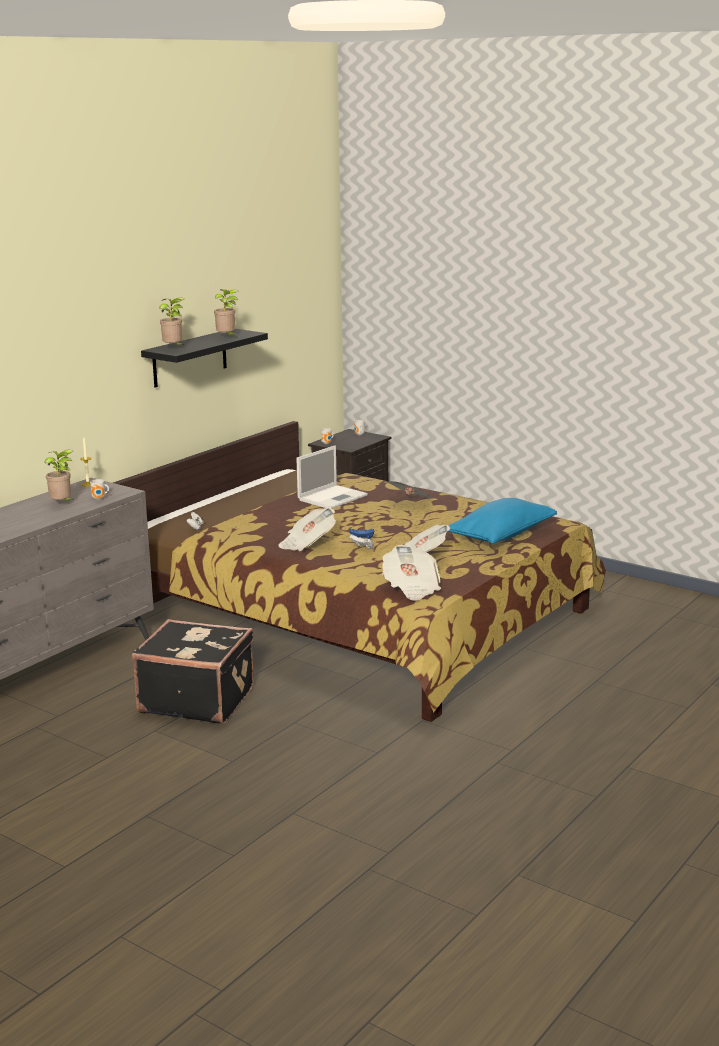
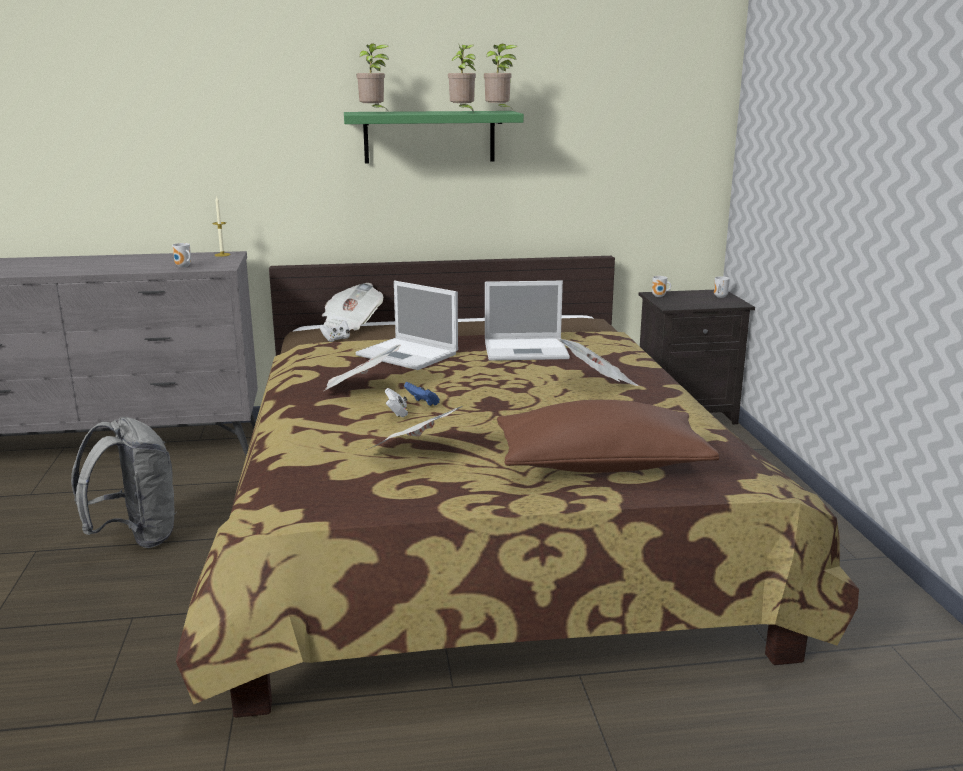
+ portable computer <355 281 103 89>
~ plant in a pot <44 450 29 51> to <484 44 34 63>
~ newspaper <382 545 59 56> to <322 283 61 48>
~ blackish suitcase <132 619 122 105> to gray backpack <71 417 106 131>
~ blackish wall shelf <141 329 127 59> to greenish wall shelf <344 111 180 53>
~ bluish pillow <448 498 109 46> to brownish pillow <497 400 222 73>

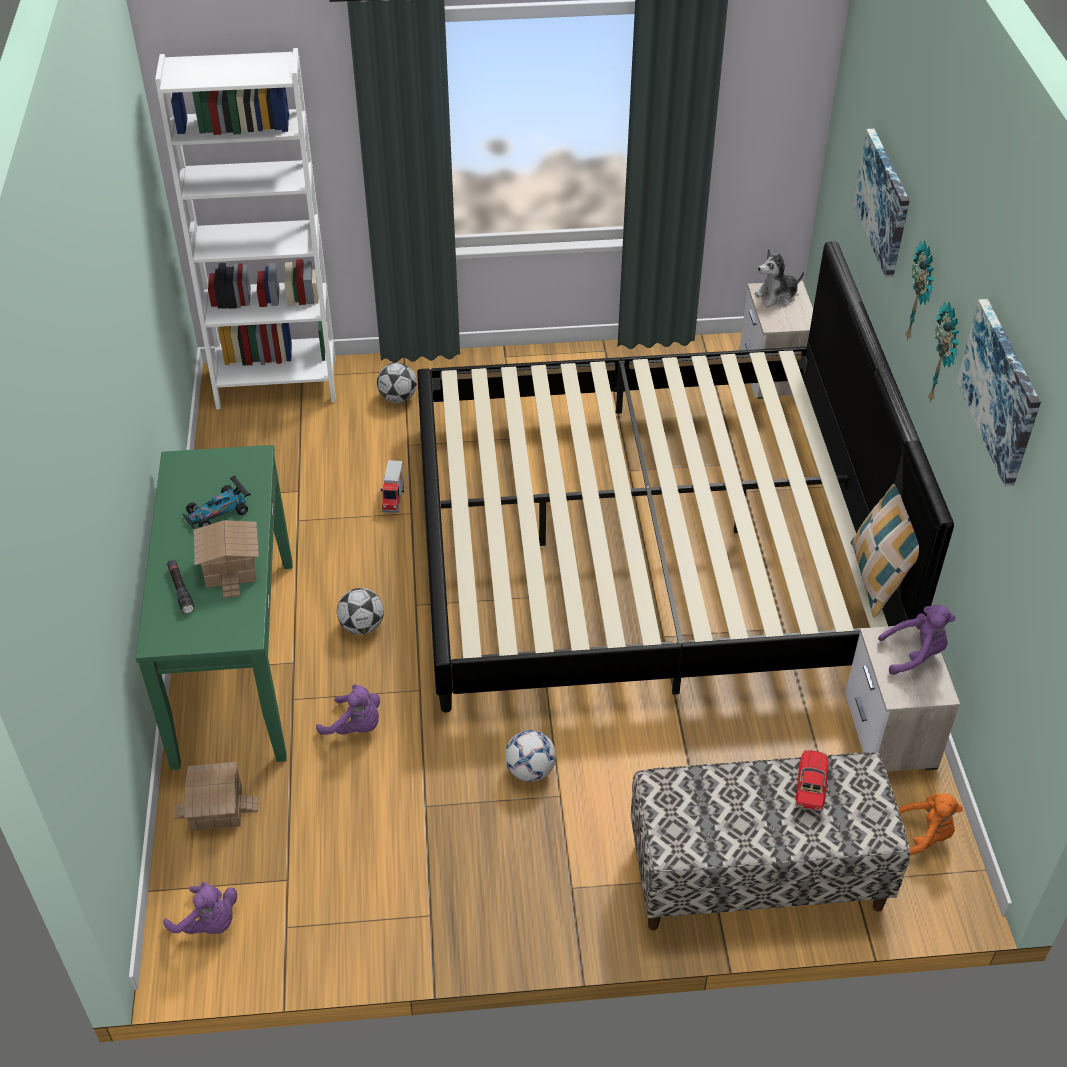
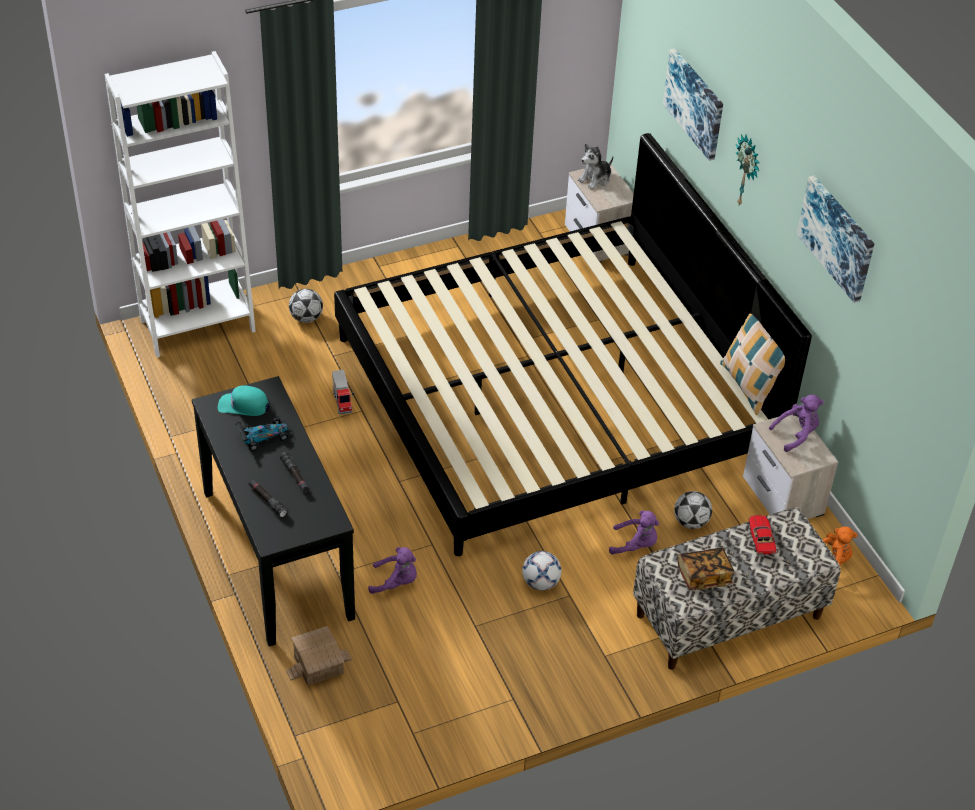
- wall clock <928 301 31 100>
+ blue-green baseball cap <218 386 51 30>
+ volume <678 547 56 43>
~ purple cuddly toy <164 882 73 52> to <609 510 50 45>
~ ball for football <337 588 47 47> to <674 491 38 38>
~ toy house <194 520 65 78> to blackish torch <280 452 29 41>
~ greenish console table <135 445 158 325> to blackish console table <192 376 163 271>
~ toy car <183 476 68 53> = <236 417 56 34> 150 degrees counterclockwise

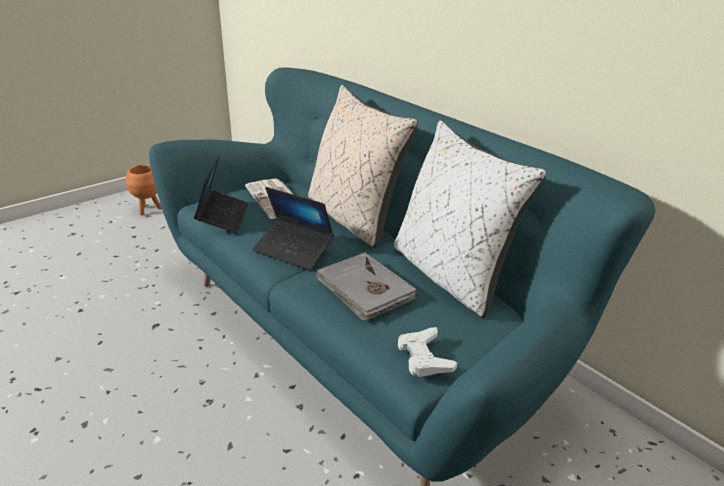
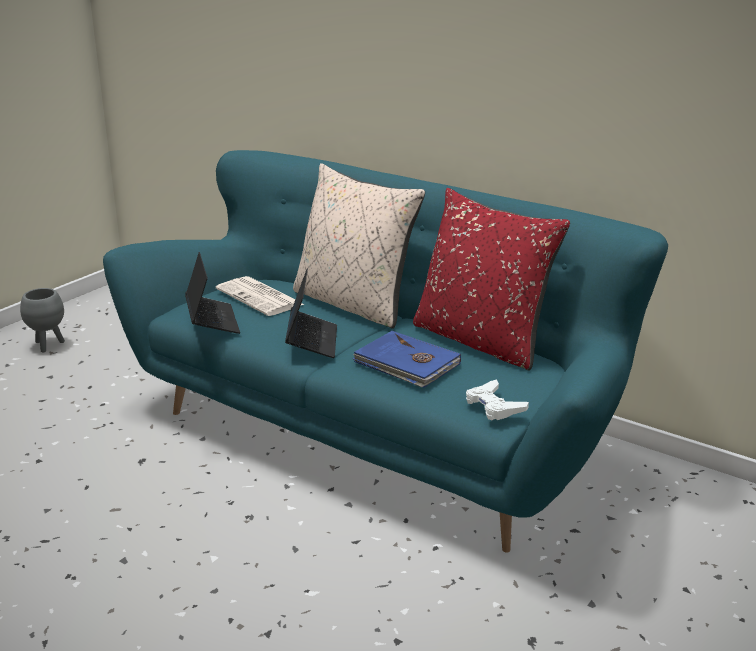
~ orange plant pot <126 165 35 50> to gray plant pot <20 288 45 65>
~ gray volume <316 253 101 68> to bluish volume <352 331 109 57>
~ white pillow <394 120 152 198> to red pillow <413 188 157 183>
~ portable computer <253 187 81 83> = <285 268 52 90> 105 degrees counterclockwise

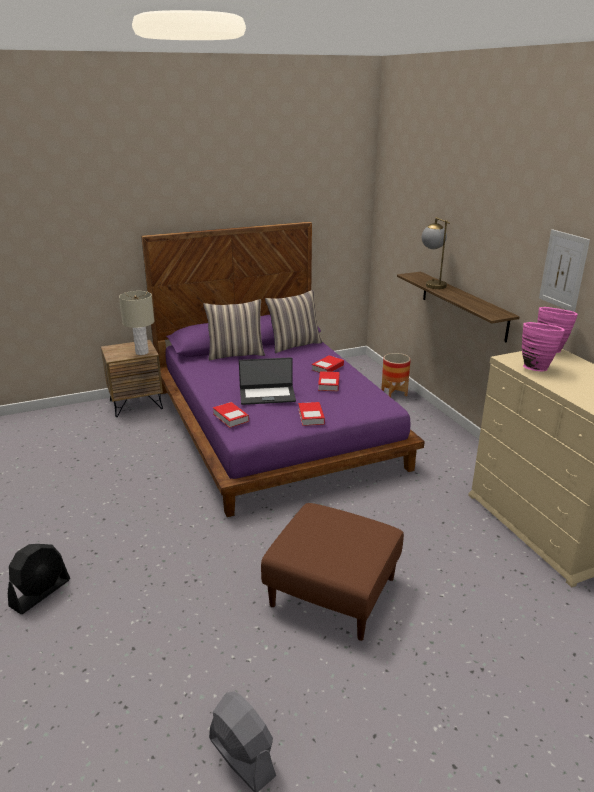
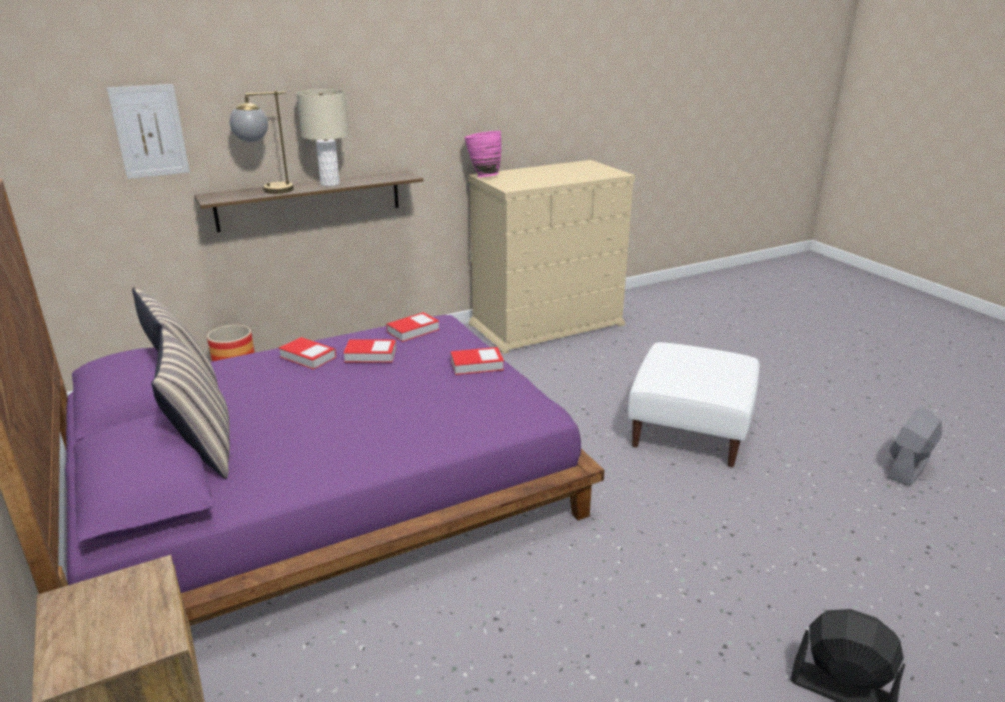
- portable computer <239 357 57 48>
- pinkish flower vase <522 322 43 49>
~ beige-coloured tabletop lamp <119 291 35 64> to <296 89 53 97>
~ volume <213 402 36 26> to <386 312 54 30>
~ picture <539 229 51 83> to <107 84 83 95>
~ brownish ottoman <261 503 143 138> to white ottoman <628 342 131 125>

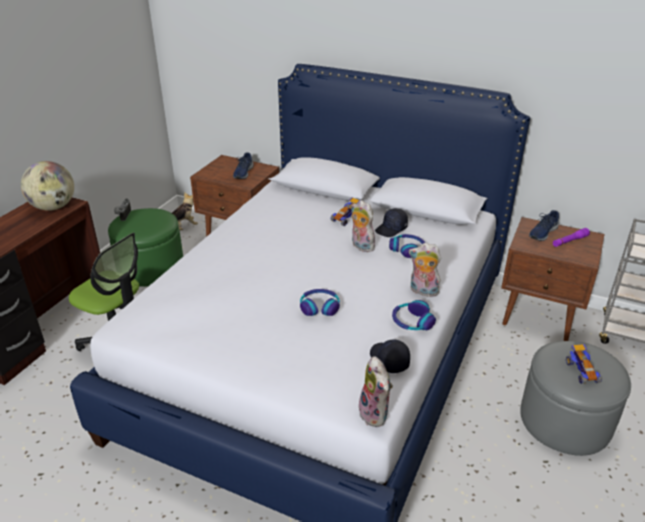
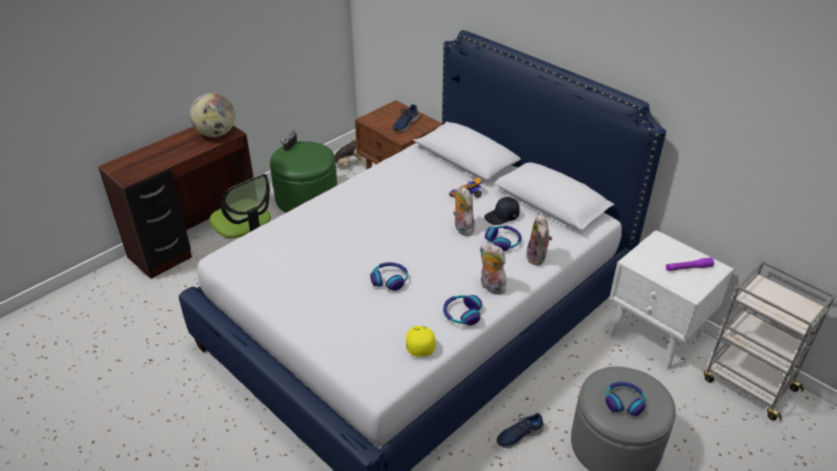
~ cuddly toy <359 356 34 71> to <525 213 27 52>
~ bluish item of footwear <529 210 30 31> to <496 413 49 35>
~ toy car <566 344 36 40> to pair of headphones <606 382 40 34>
~ blackish baseball cap <370 339 40 34> to yellowish baseball cap <406 326 30 31>
~ brownish nightstand <501 217 103 124> to white nightstand <609 230 125 140>

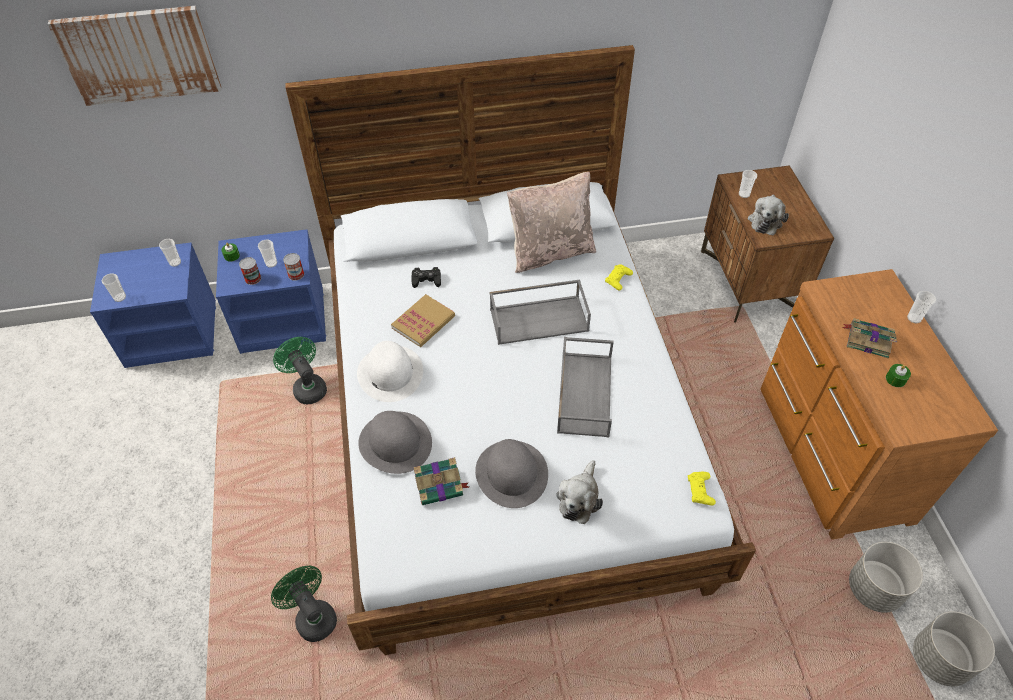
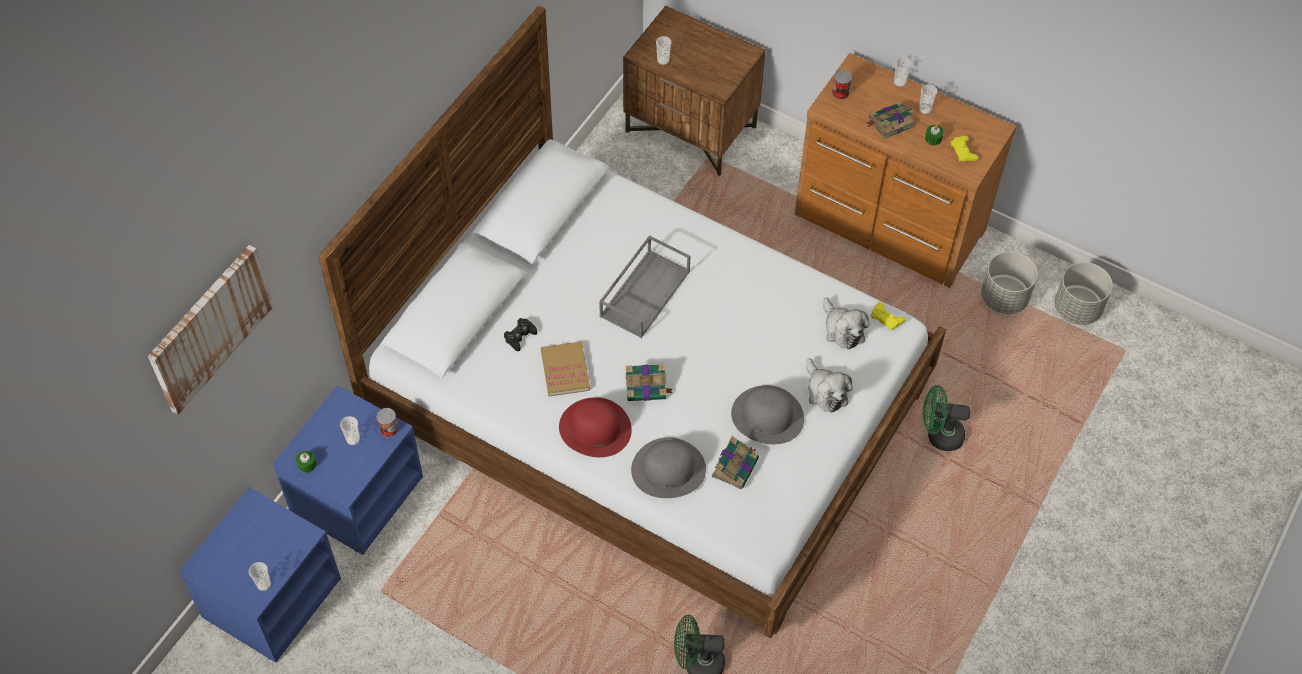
- beige-coloured pillow <507 172 89 101>
- gray carrying tray <557 337 57 101>
+ volume <626 364 47 37>
~ cup <159 239 22 28> to <919 84 19 30>
~ metal can <239 257 22 28> to <832 70 20 30>
~ greenish cooling fan <273 337 54 67> to <923 385 47 66>
~ yellowish game controller <605 264 28 27> to <951 136 28 26>
~ cuddly toy <748 195 41 40> to <823 298 46 52>
~ white hat <357 341 66 61> to red hat <559 397 73 60>

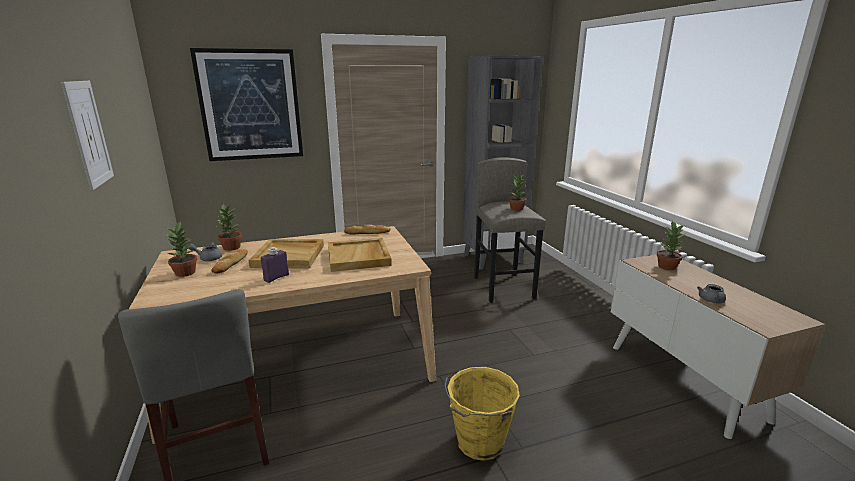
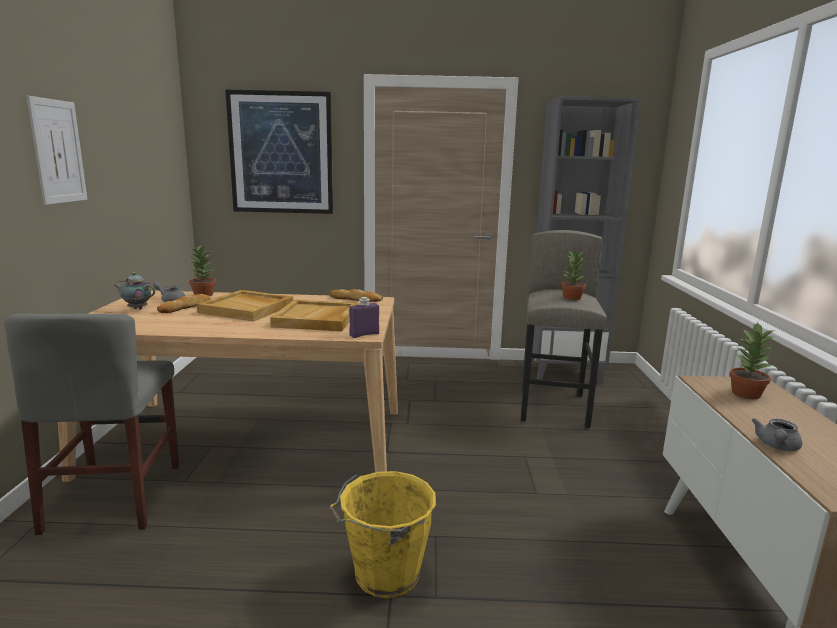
~ purple beverage bottle <261 247 28 36> to <349 297 30 41>
~ plant in a pot <165 221 32 56> to teapot <114 272 41 37>

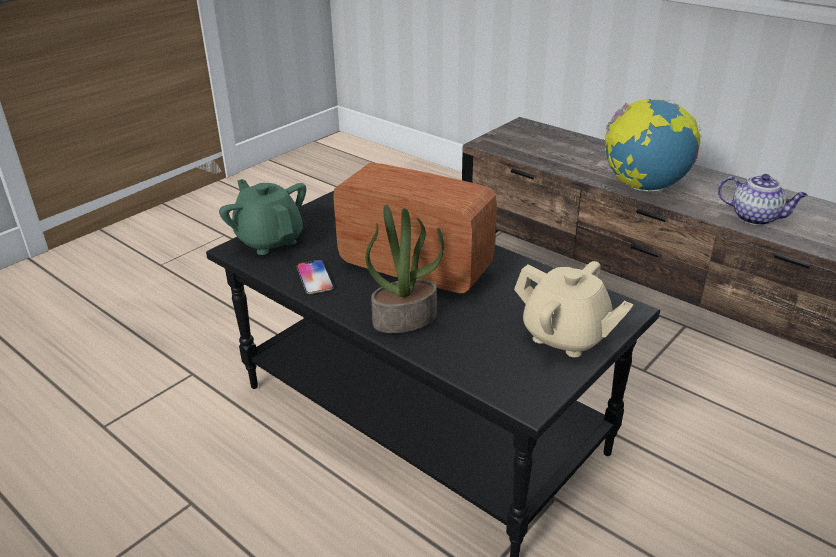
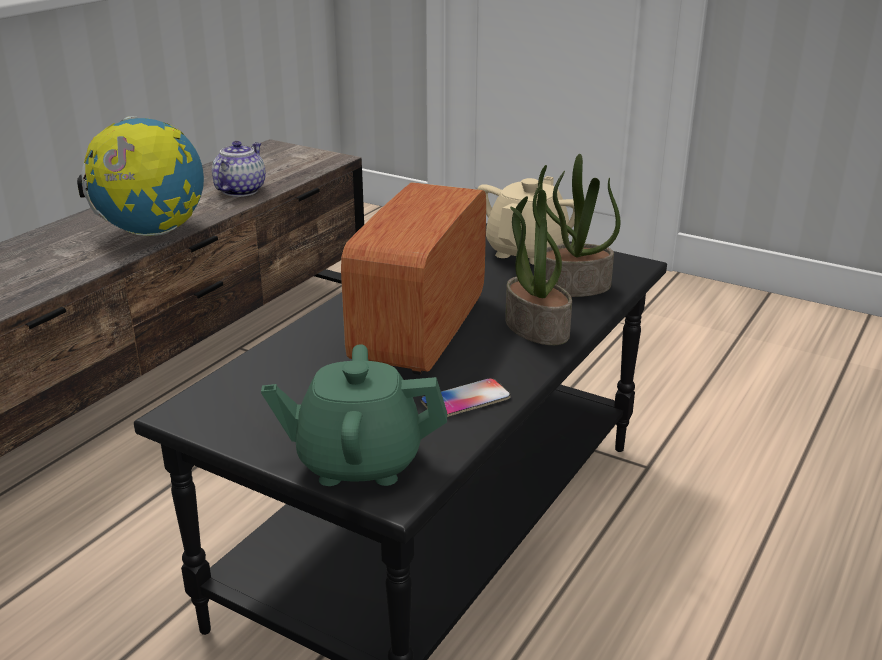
+ plant in a pot <538 154 82 143>
~ greenish teapot <219 179 87 76> = <261 344 186 142> 45 degrees clockwise

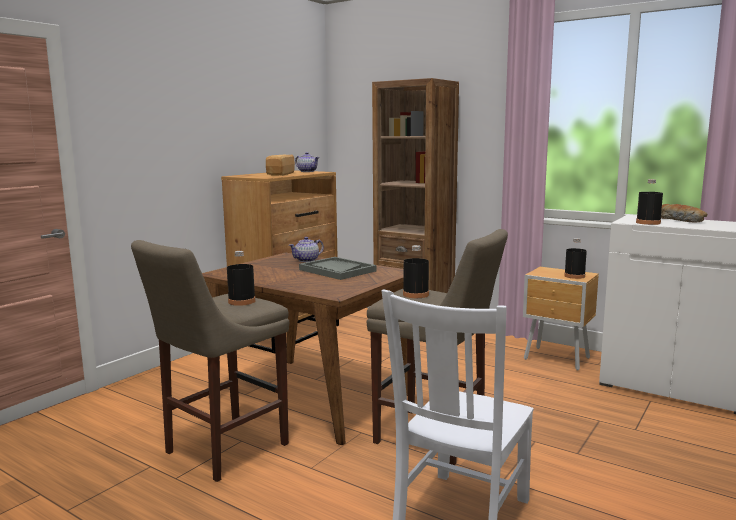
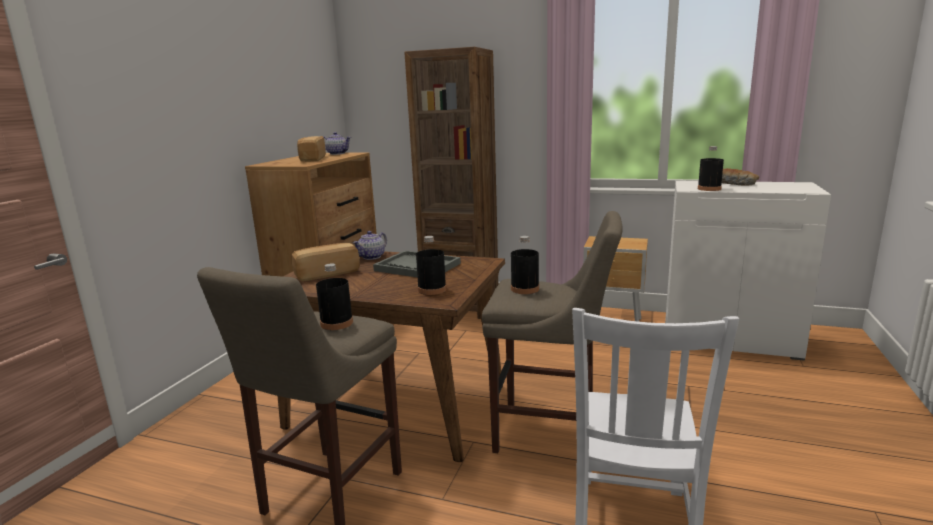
+ bread <291 243 69 38>
~ blackish beverage bottle <564 238 23 41> to <416 236 30 59>

